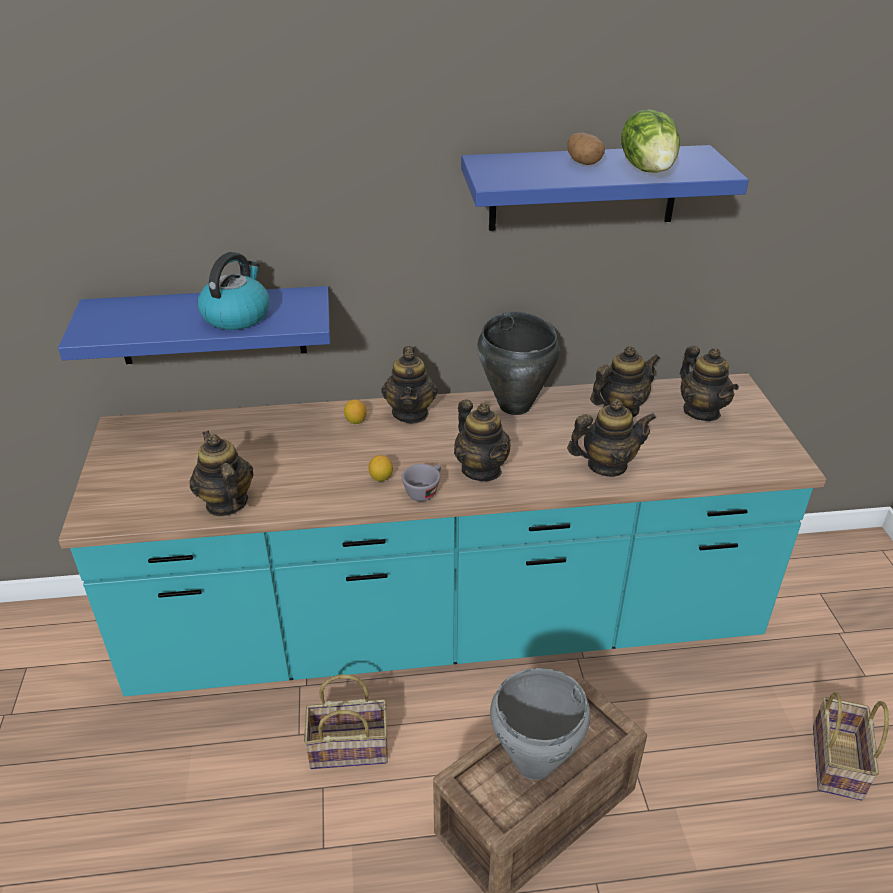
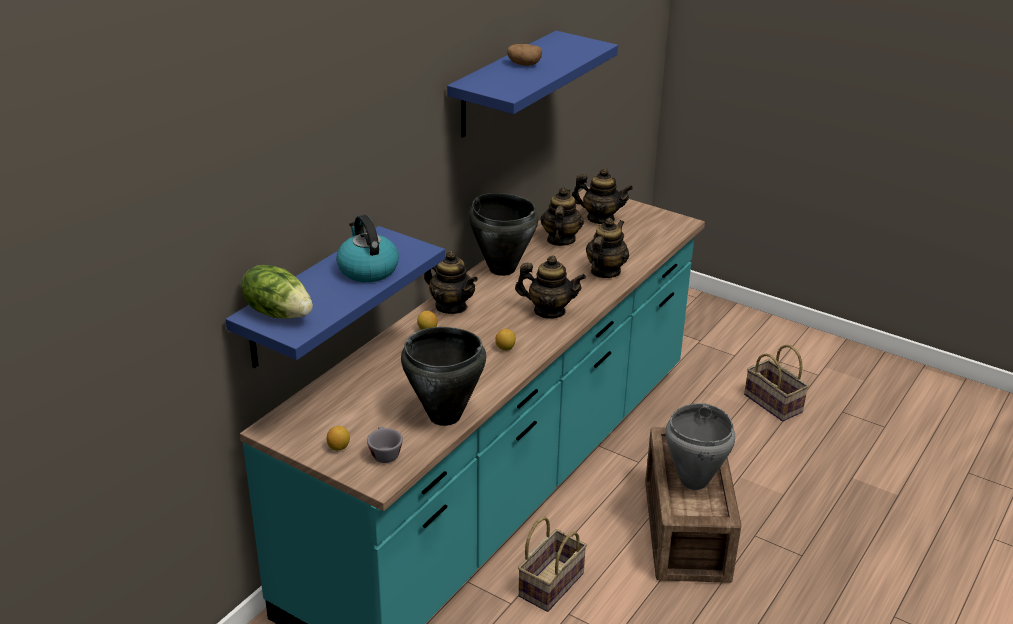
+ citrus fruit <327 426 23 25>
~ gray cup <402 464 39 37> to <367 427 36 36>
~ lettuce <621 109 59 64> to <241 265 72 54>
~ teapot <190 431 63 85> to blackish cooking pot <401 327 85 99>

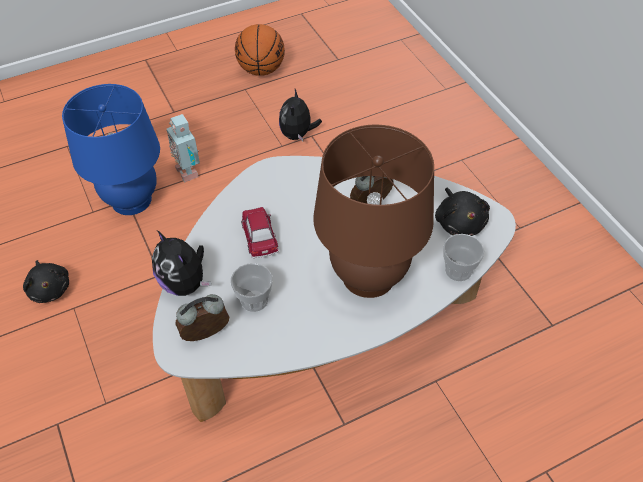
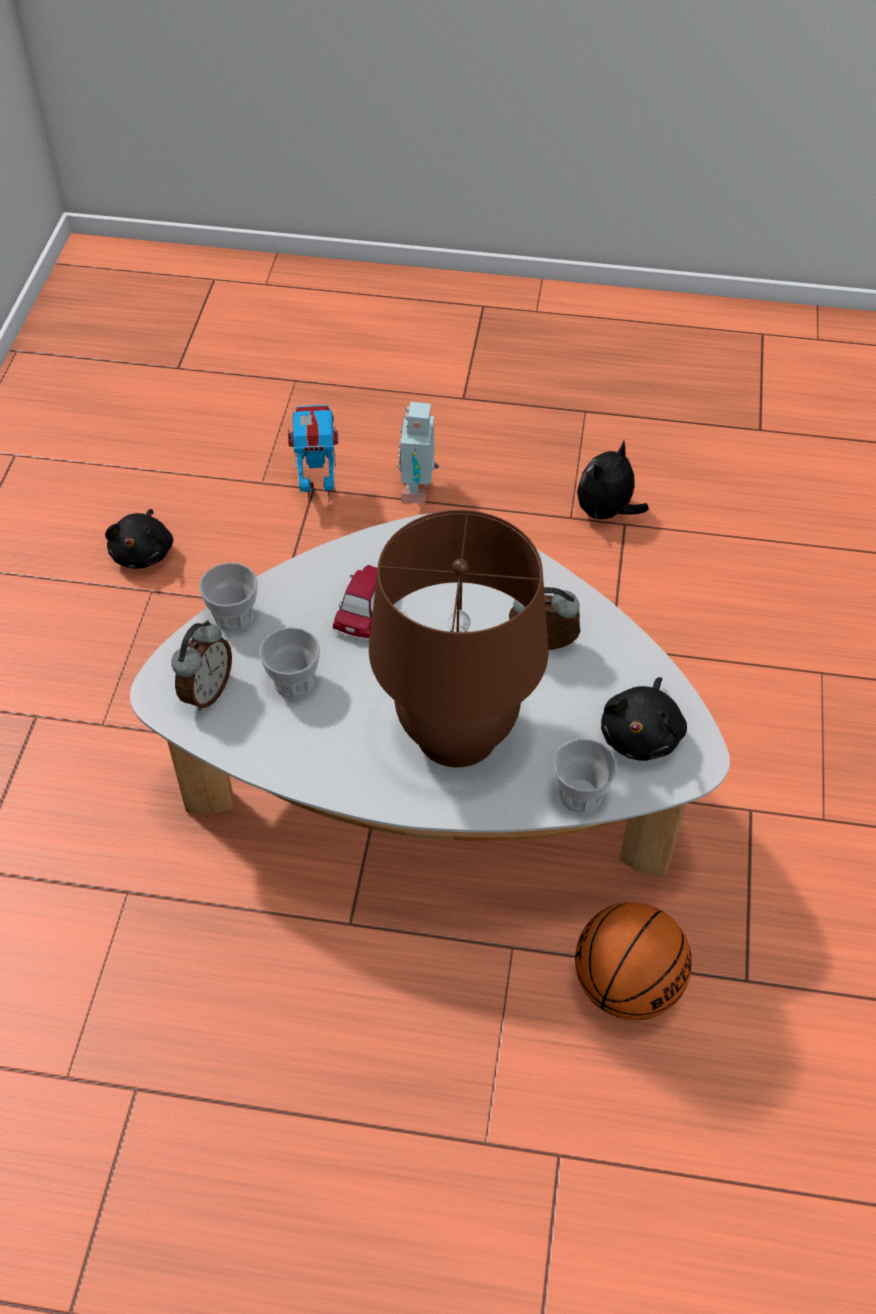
~ basketball ball <235 24 50 52> to <575 902 117 118>
~ bluish tabletop lamp <62 84 98 131> to robot figure <288 405 50 98>
~ cuddly toy <152 230 59 66> to cup <199 562 59 70>
~ table clock <176 294 53 47> = <171 620 61 91> 105 degrees clockwise

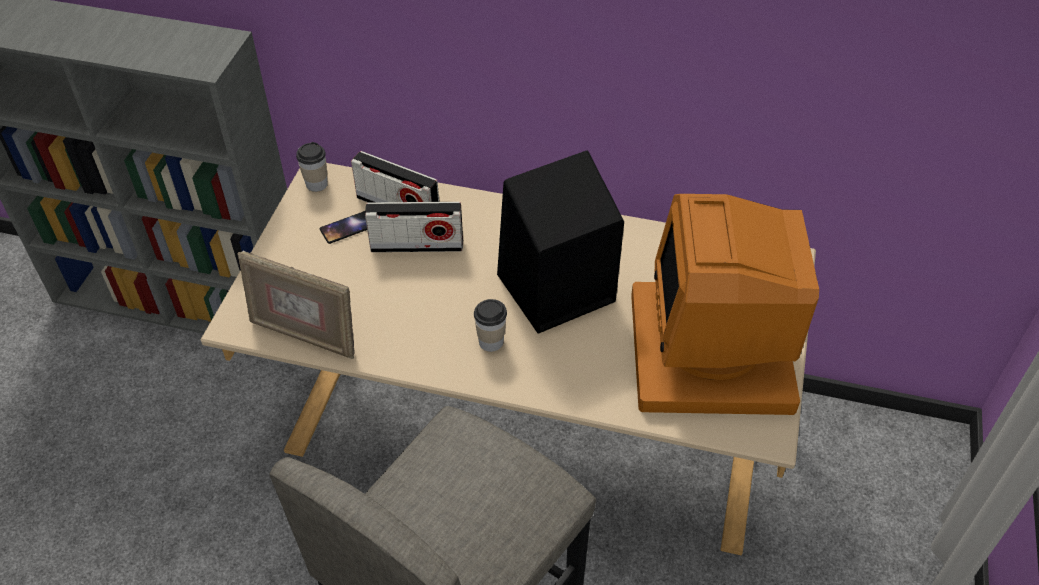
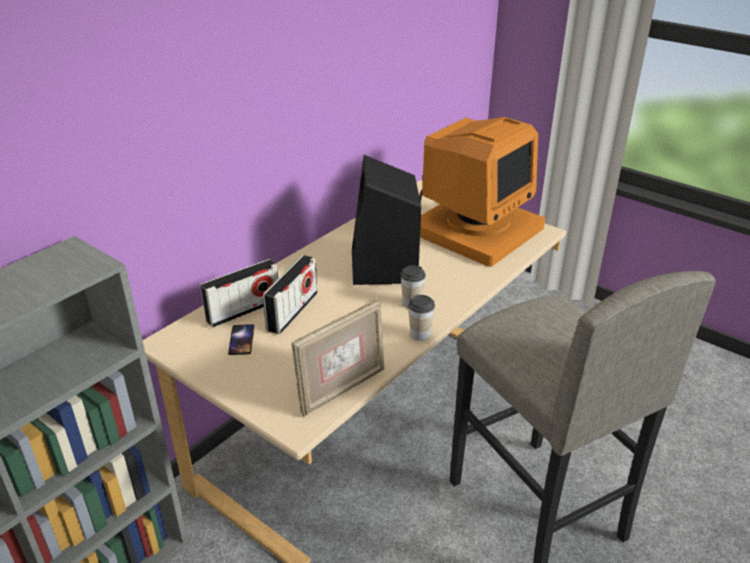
~ cup <296 142 32 50> to <408 295 27 46>
~ monitor <631 194 188 221> = <419 117 126 150> 75 degrees counterclockwise

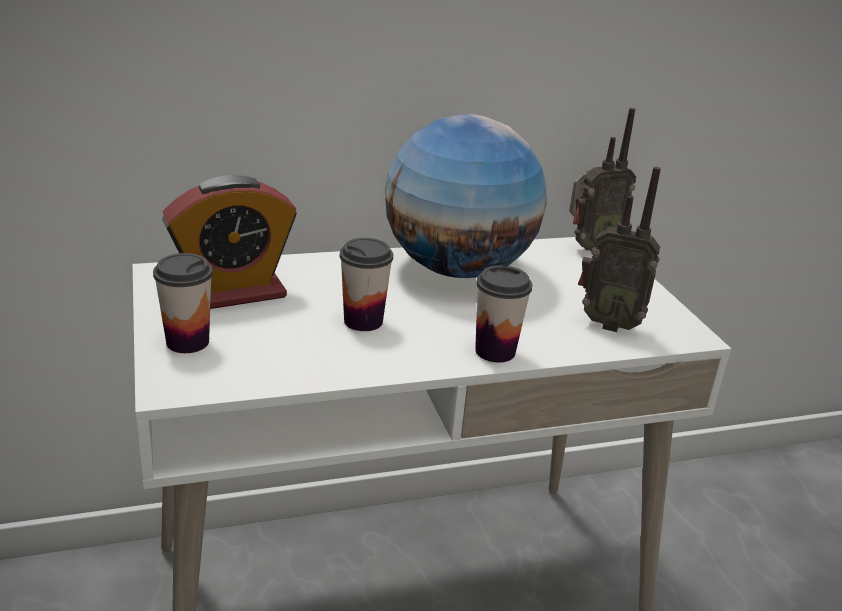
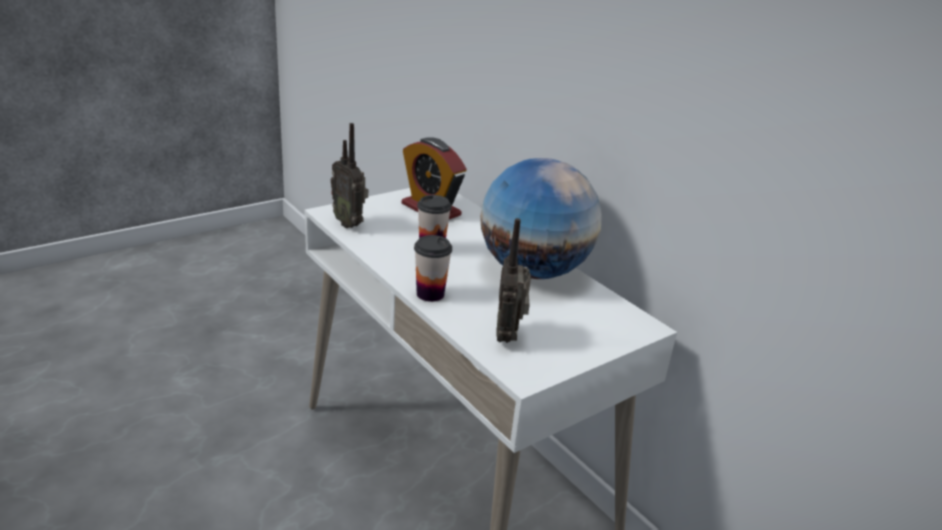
- cup <153 253 60 100>
~ radio <569 108 67 143> to <330 123 38 105>

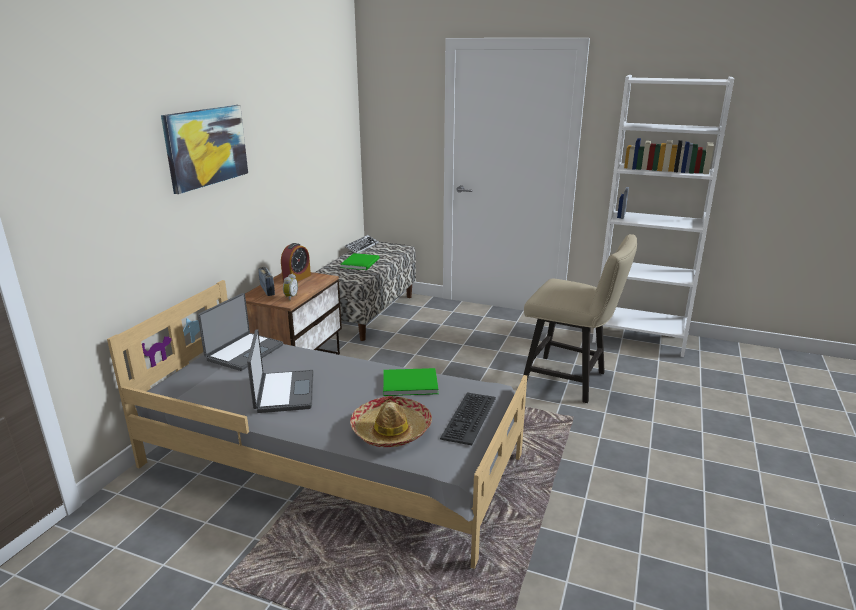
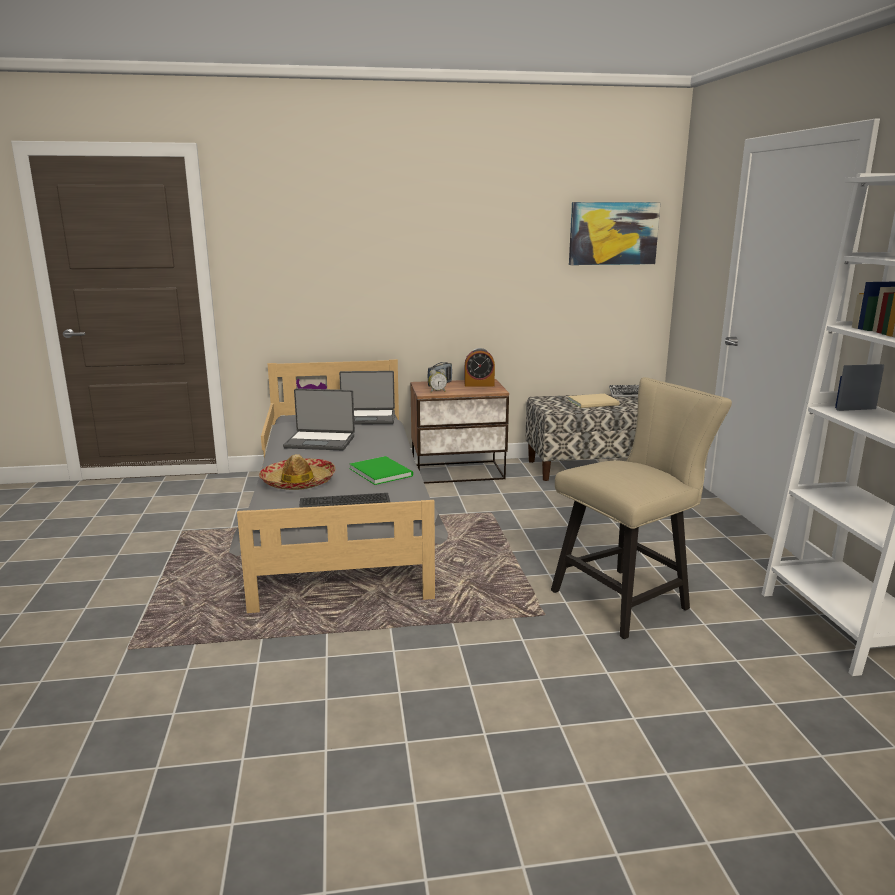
~ picture <161 105 87 89> to <569 202 92 63>
~ greenish volume <340 253 40 17> to beige-coloured volume <568 394 52 14>
~ portable computer <247 329 67 84> = <283 388 72 62> 45 degrees clockwise
~ beige-coloured plain chair <523 234 114 169> = <551 377 181 262> 120 degrees counterclockwise

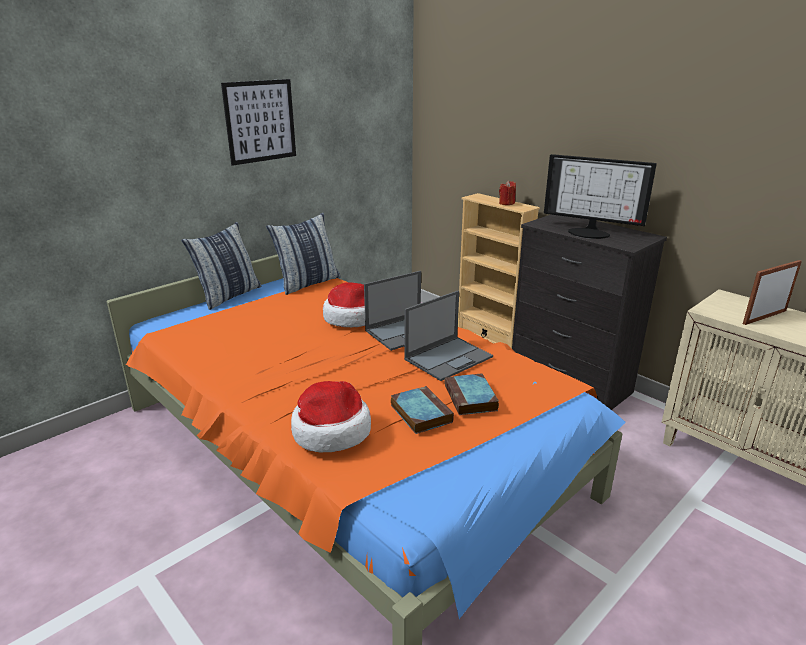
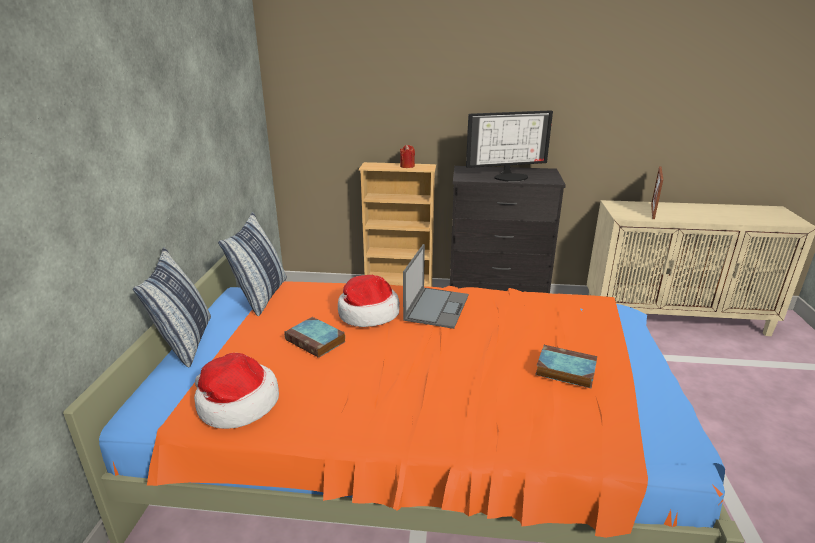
- picture <221 79 75 87>
- portable computer <404 290 89 91>
~ hat <291 381 80 72> to <194 353 85 76>
~ volume <445 373 54 42> to <284 317 62 41>

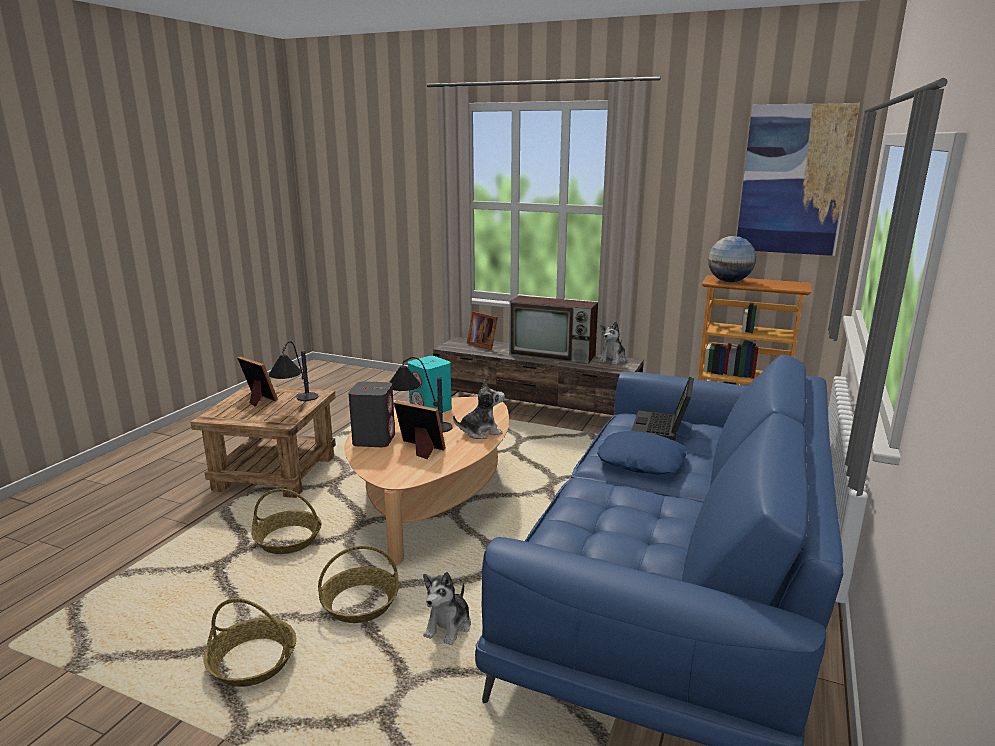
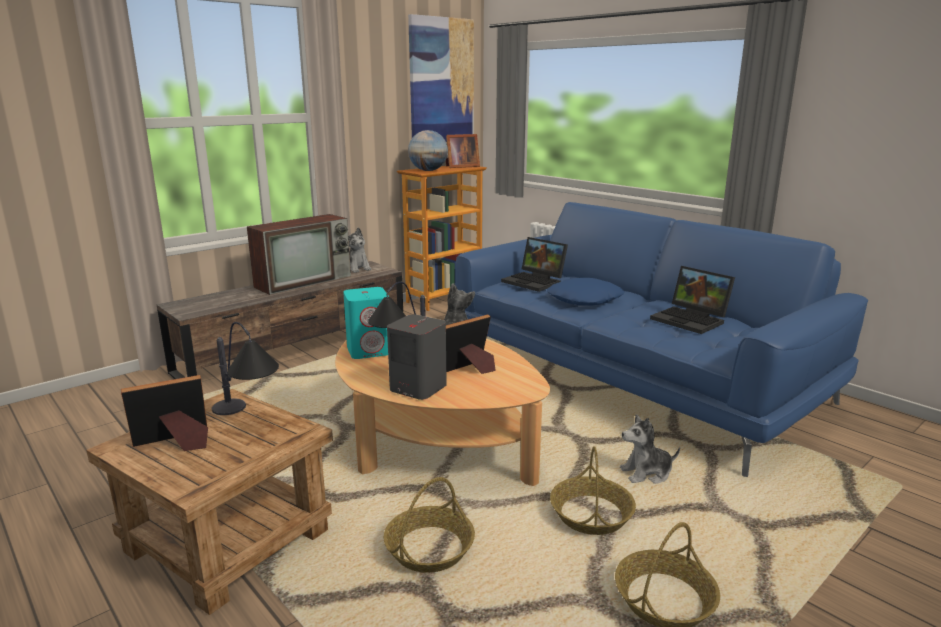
+ portable computer <650 266 85 68>
~ photo frame <467 311 31 39> to <446 134 34 34>
~ cuddly toy <423 572 48 73> = <620 414 60 70> 120 degrees clockwise

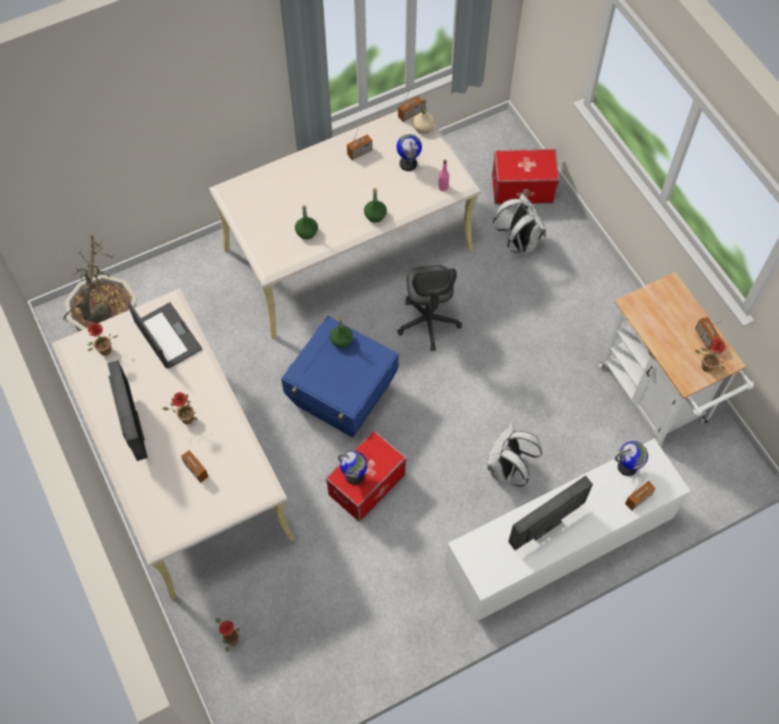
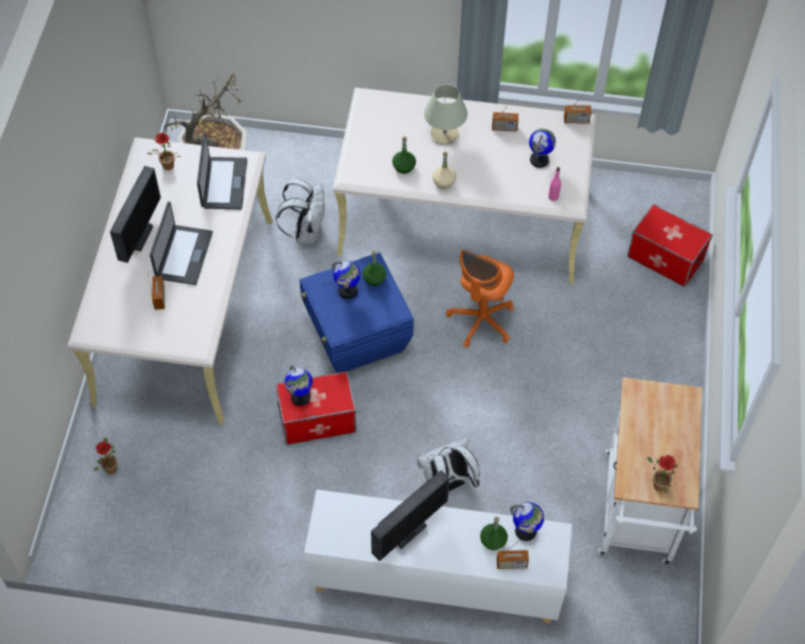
- radio <695 317 27 33>
+ desk globe <332 261 29 38>
+ beige-coloured tabletop lamp <424 84 44 61>
~ greenish beverage bottle <364 188 23 35> to <480 517 28 33>
~ beige-coloured beverage bottle <413 98 22 36> to <432 152 24 37>
~ white backpack <493 194 53 61> to <276 178 49 66>
~ plant in a pot <162 392 35 32> to portable computer <150 202 63 83>
~ gray office chair <397 265 65 86> to orange office chair <446 249 68 99>
~ monitor <508 476 85 74> = <371 470 79 91> 135 degrees clockwise

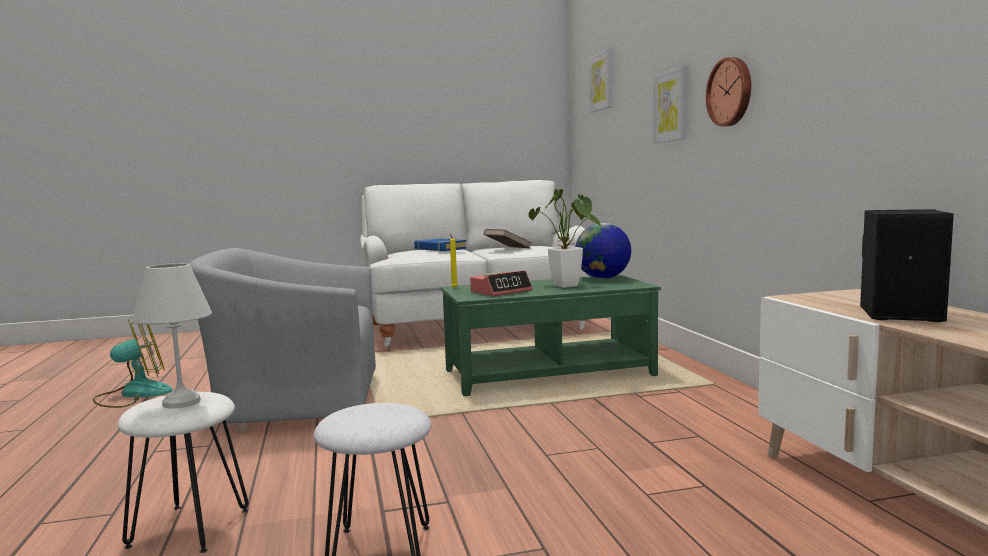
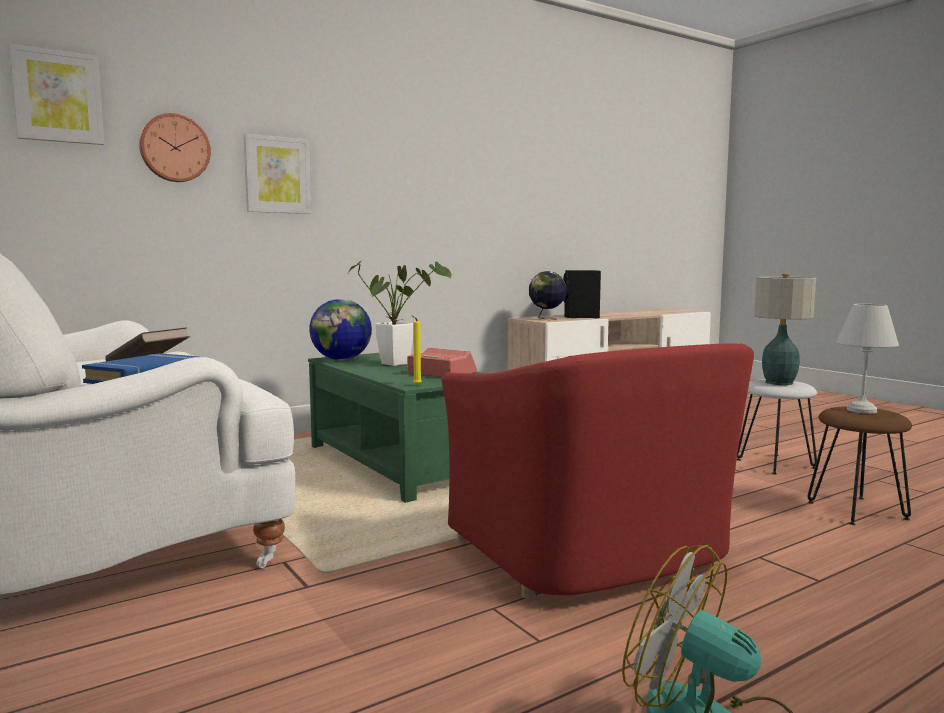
+ desk globe <529 271 37 49>
+ tabletop lamp <754 273 62 112>
~ wall clock <706 57 45 69> to <139 113 72 69>
~ white sitting stool <117 392 132 161> to brownish sitting stool <807 406 105 119>
~ gray lounge chair <189 248 187 185> to red lounge chair <441 343 313 256>

